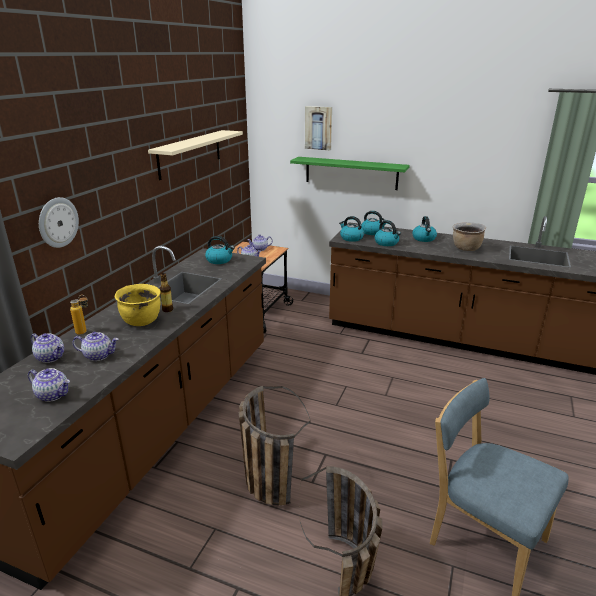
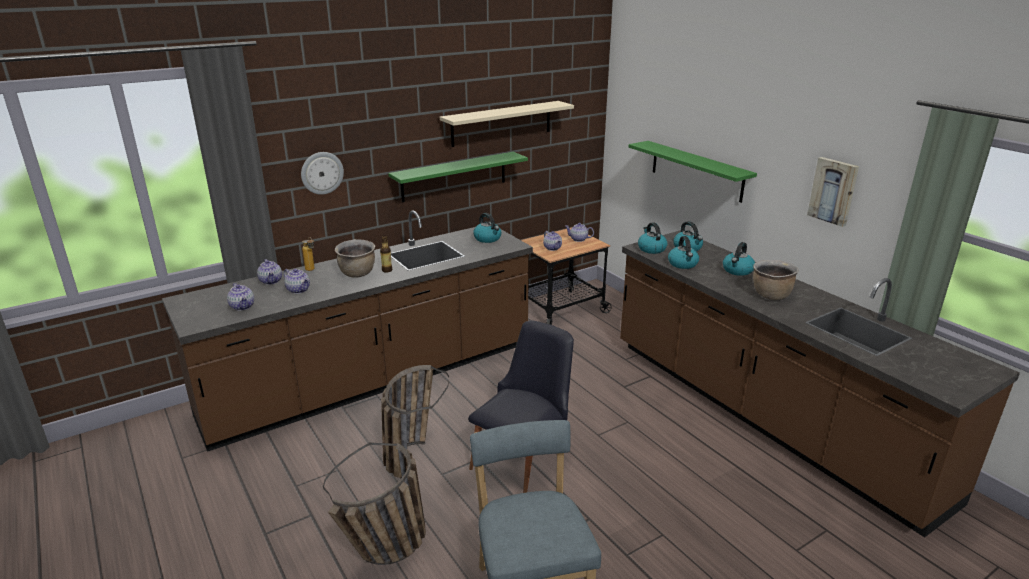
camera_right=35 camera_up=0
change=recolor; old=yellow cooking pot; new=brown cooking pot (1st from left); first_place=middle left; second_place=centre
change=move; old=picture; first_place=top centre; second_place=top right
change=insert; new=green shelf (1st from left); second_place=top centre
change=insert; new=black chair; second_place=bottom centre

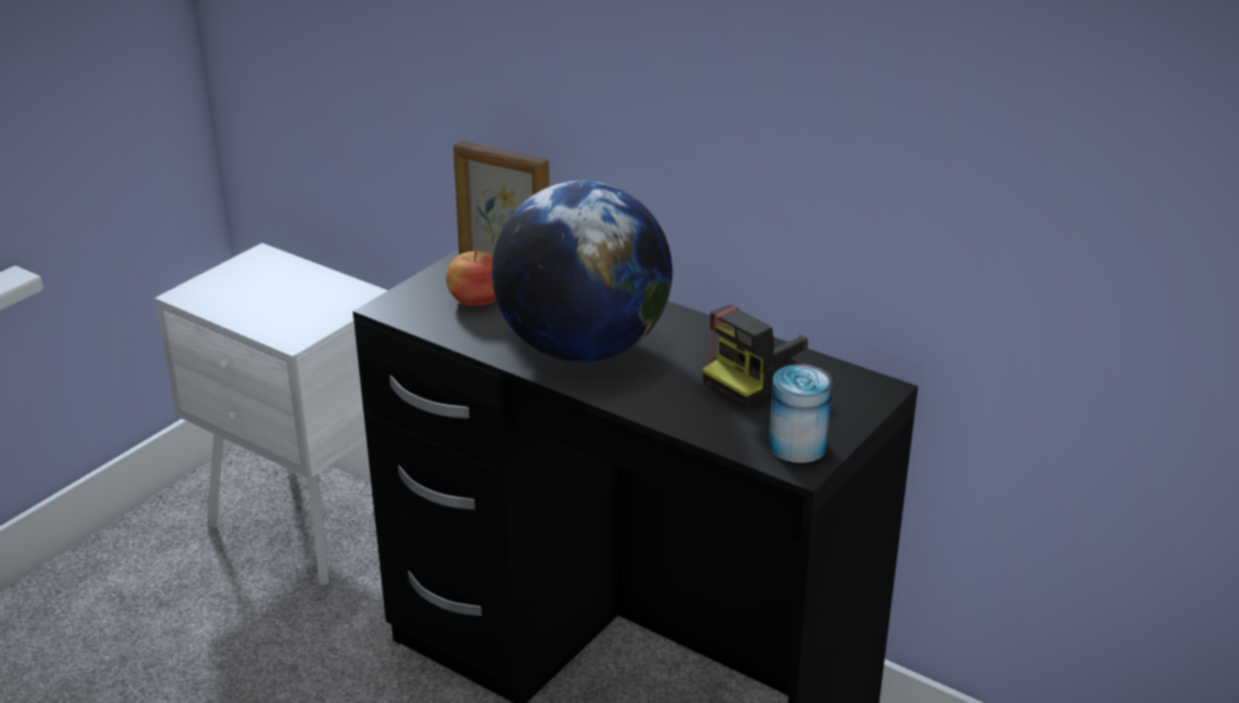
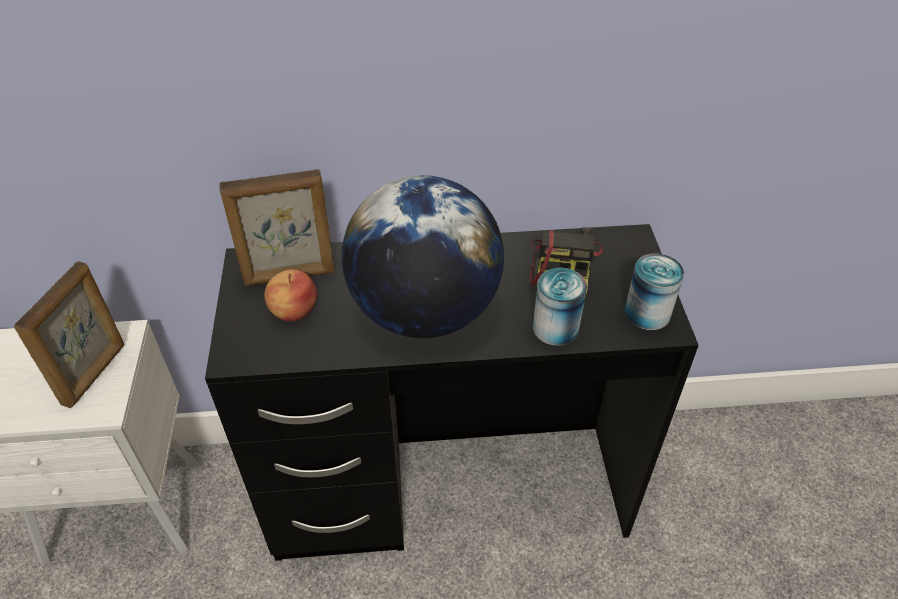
camera_right=-40 camera_up=15
change=insert; new=picture frame (1st from left); second_place=middle left
change=insert; new=can (1st from left); second_place=centre

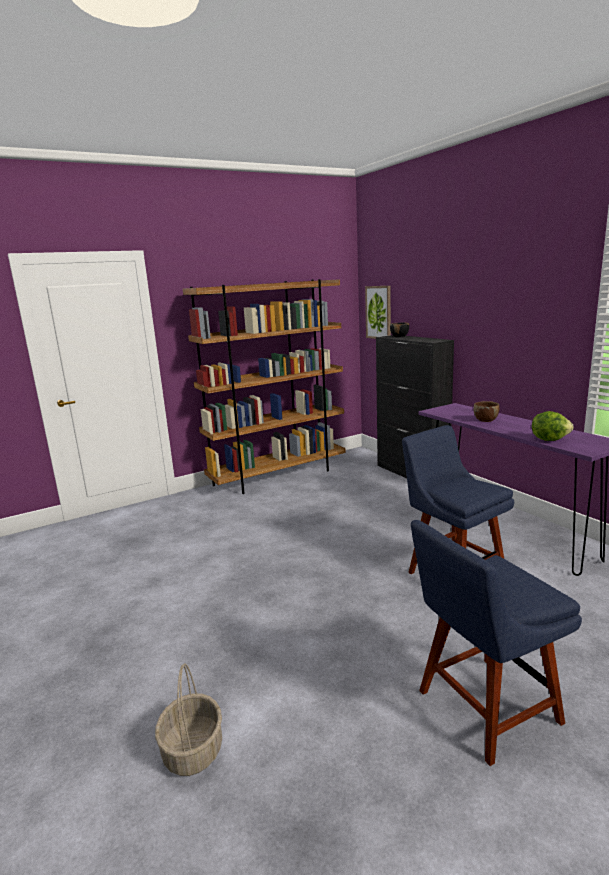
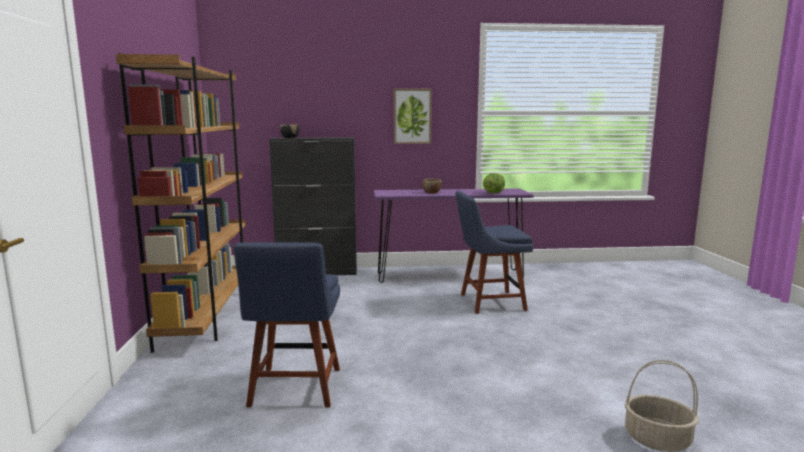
camera_right=-65 camera_up=-5
change=move; old=picture; first_place=centre; second_place=top centre
change=move; old=blue chair (2nd from left in the first image); new=blue chair (1st from left); first_place=bottom right; second_place=bottom centre

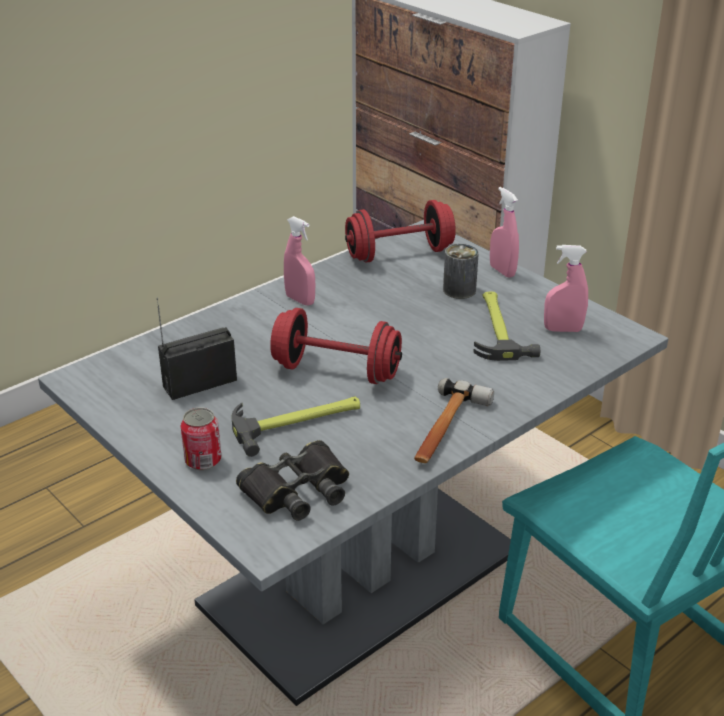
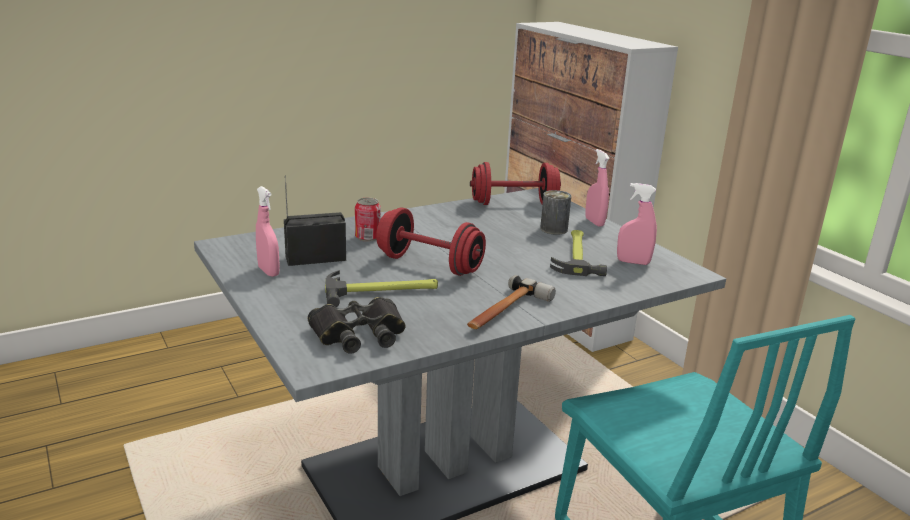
camera_right=10 camera_up=-10
change=move; old=can (1st from left); first_place=middle left; second_place=centre
change=move; old=pink spray bottle (1st from left); first_place=centre; second_place=middle left

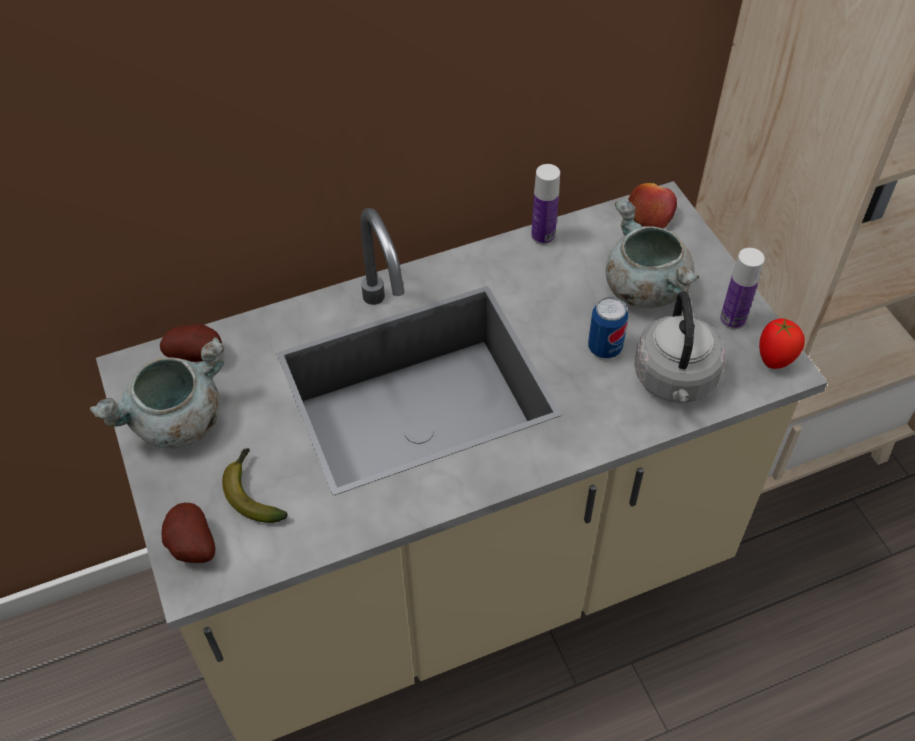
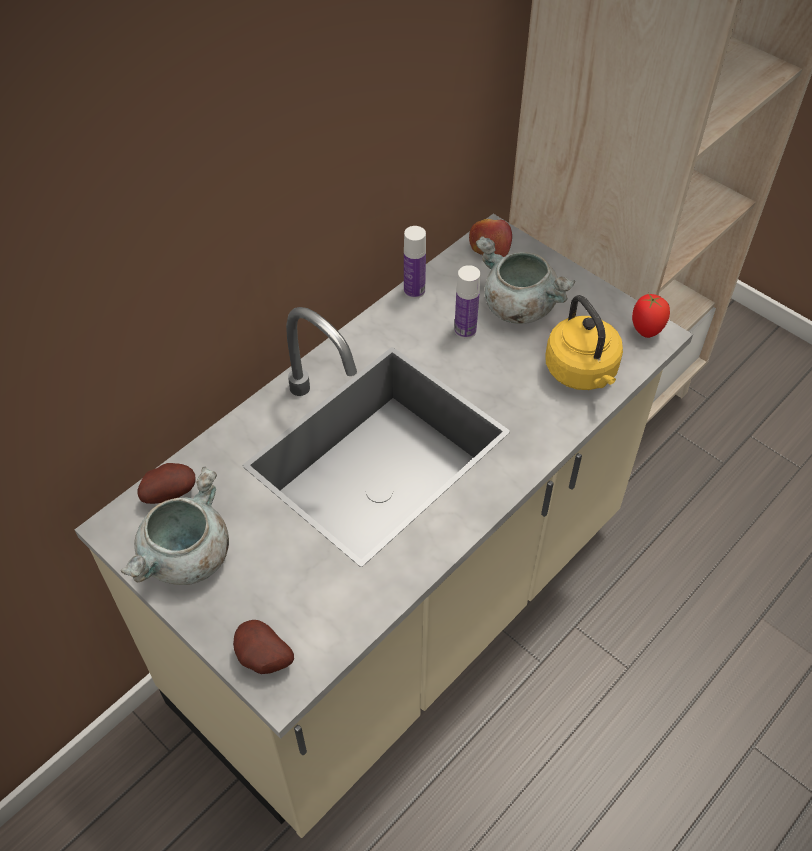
camera_right=-25 camera_up=0
change=delete; old=banana; first_place=middle left
change=delete; old=can; first_place=centre
change=recolor; old=grey kettle; new=yellow kettle; first_place=middle right; second_place=middle right
change=move; old=bottle (2nd from left); first_place=middle right; second_place=centre

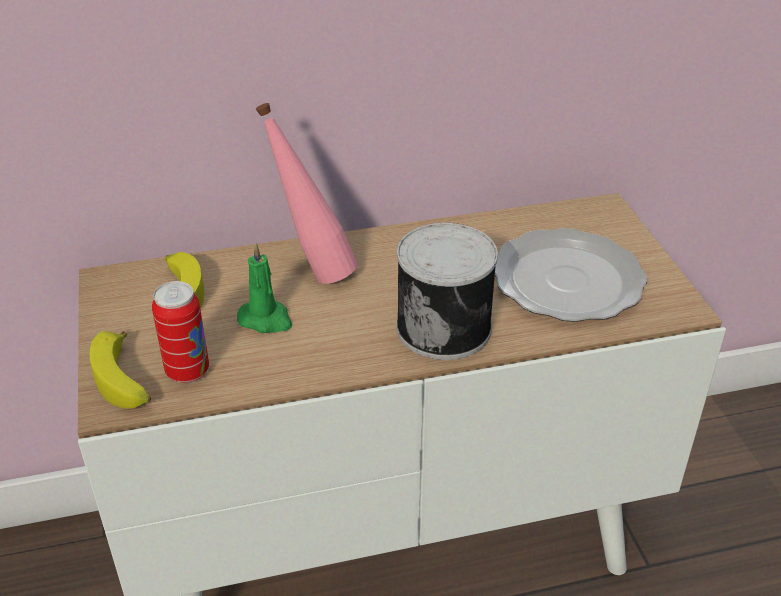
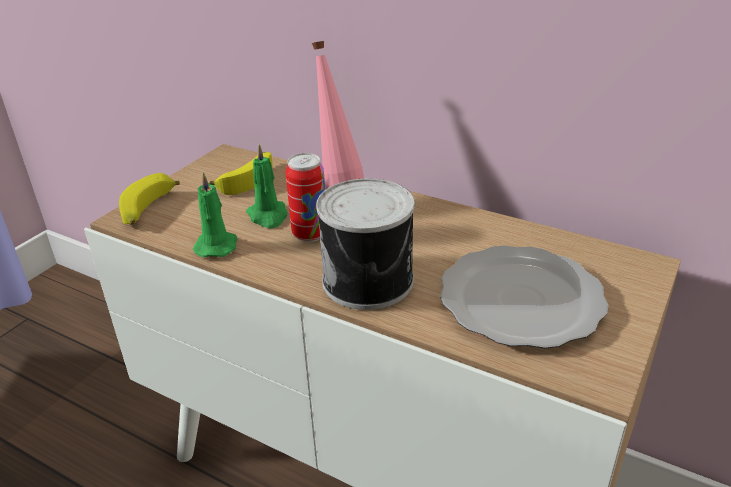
camera_right=45 camera_up=-5
change=move; old=can (1st from left); first_place=middle left; second_place=centre
change=insert; new=green candle (1st from left); second_place=middle left

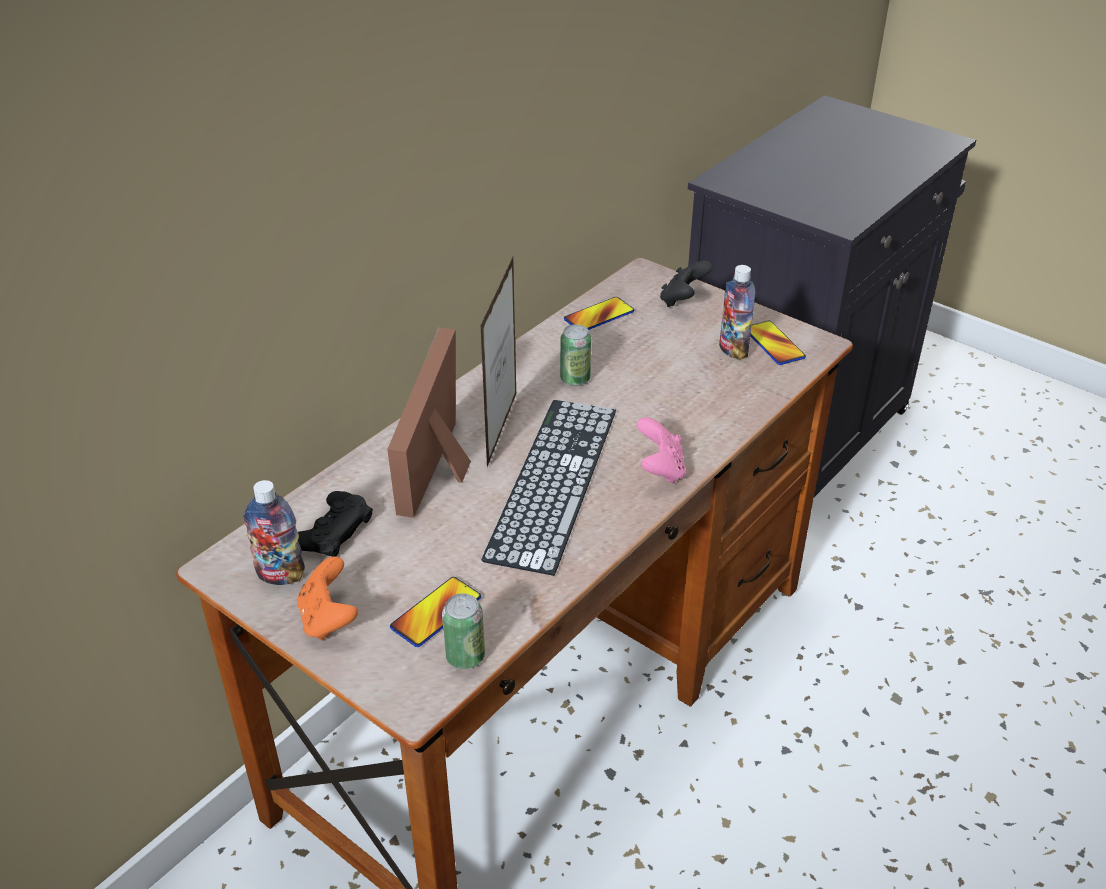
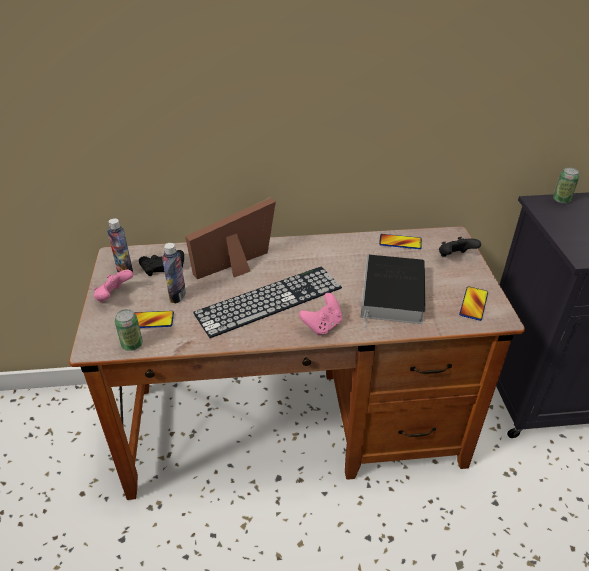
camera_right=45 camera_up=0
change=recolor; old=orange game controller; new=pink game controller (1st from left); first_place=bottom left; second_place=middle left
change=delete; old=picture frame (2nd from left); first_place=centre
change=move; old=can (2nd from left); first_place=centre; second_place=top right
change=move; old=bottle (2nd from left); first_place=centre; second_place=middle left
change=insert; new=book; second_place=middle right

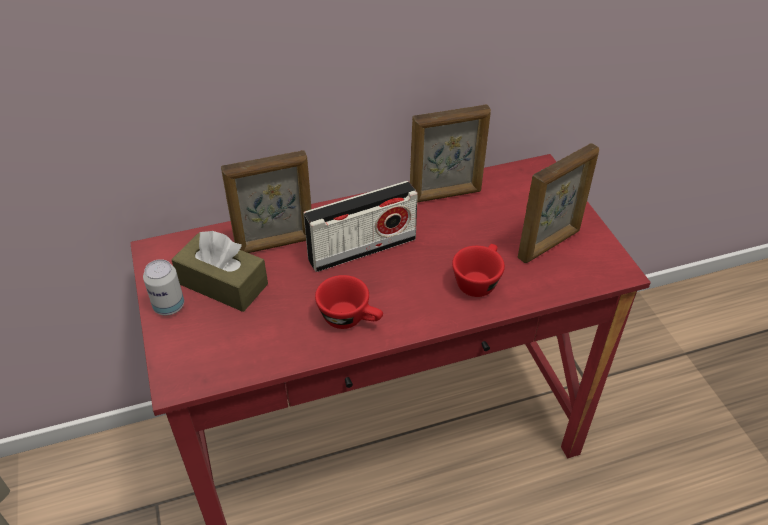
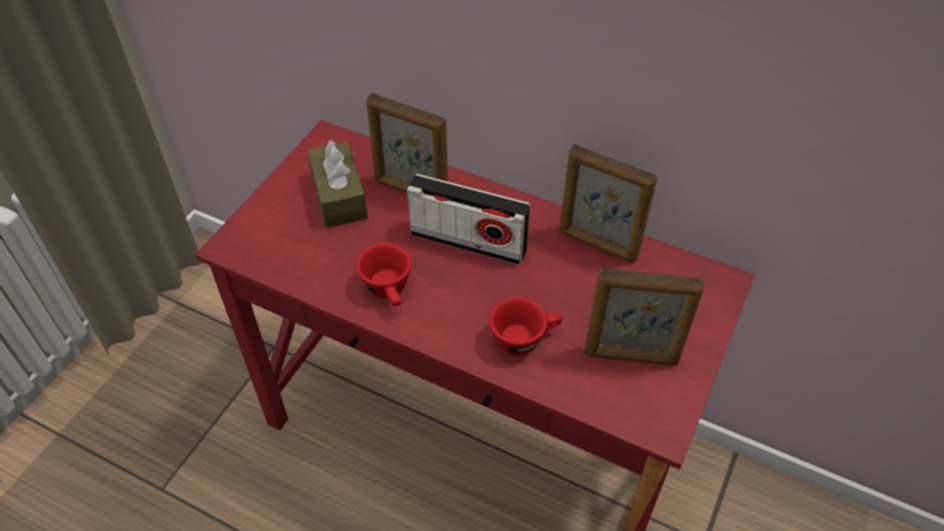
camera_right=45 camera_up=5
change=delete; old=can; first_place=middle left

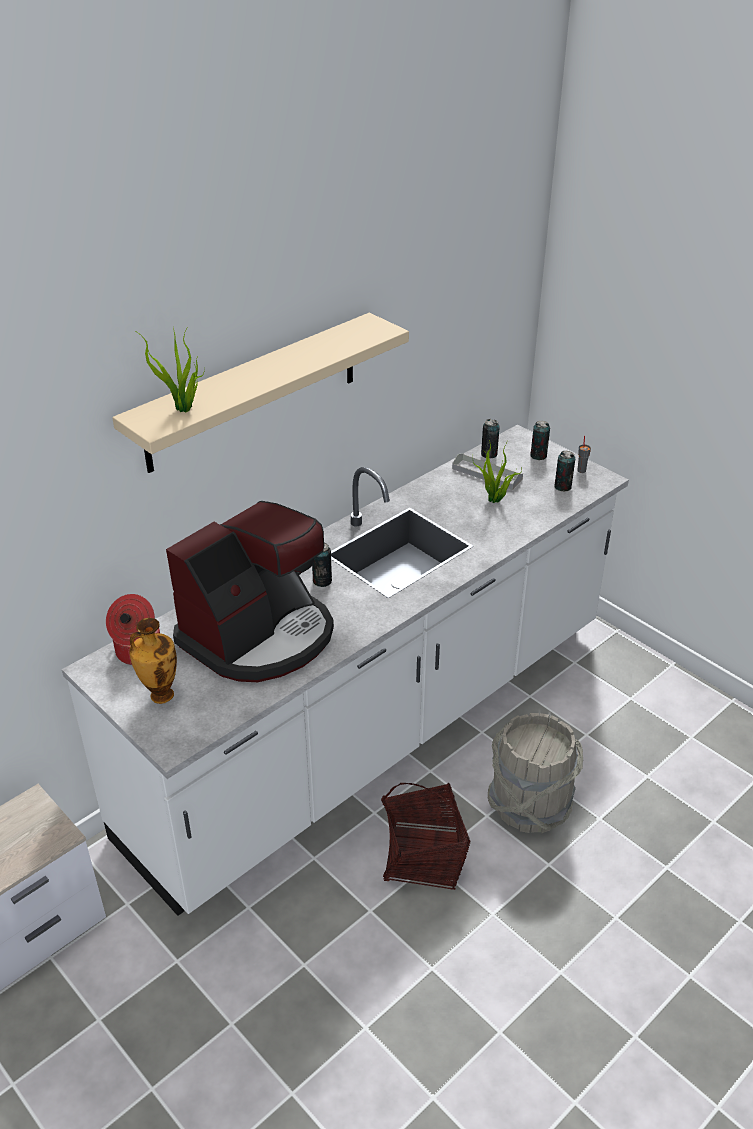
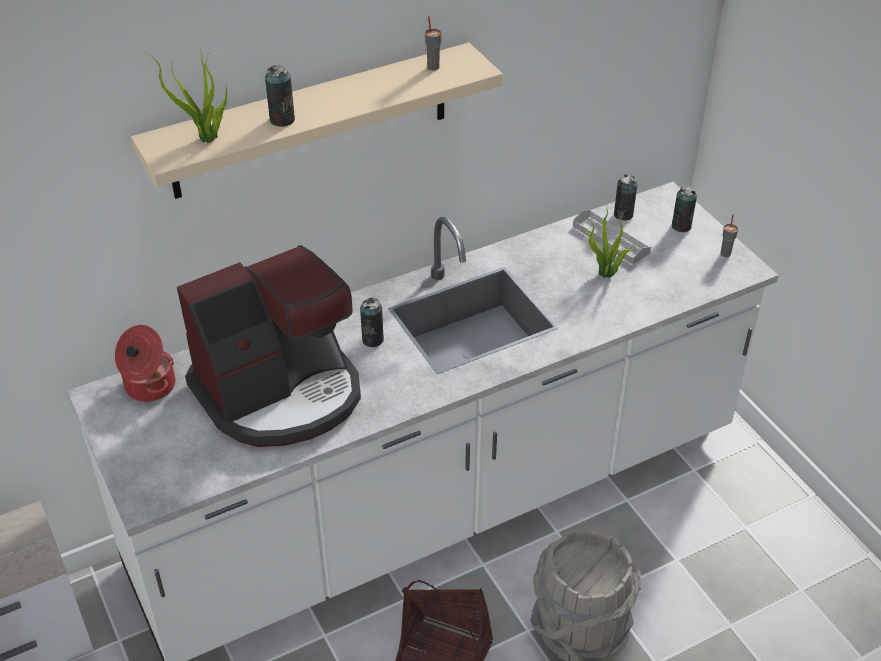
camera_right=15 camera_up=5
change=delete; old=vase; first_place=middle left
change=move; old=can (4th from left in the first image); new=can (1st from left); first_place=middle right; second_place=top left
change=insert; new=grey cup (1st from left); second_place=top centre

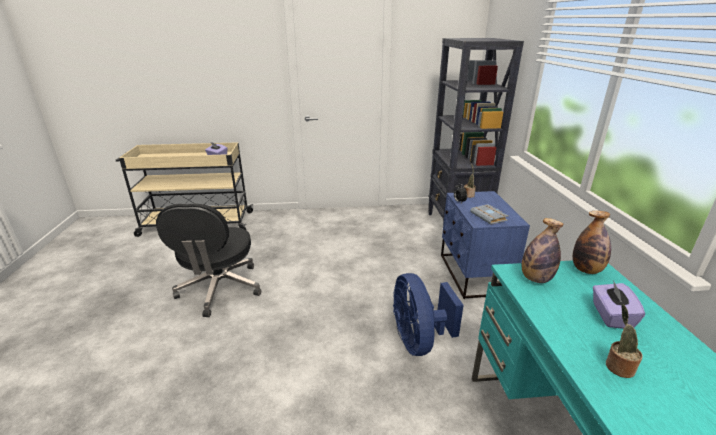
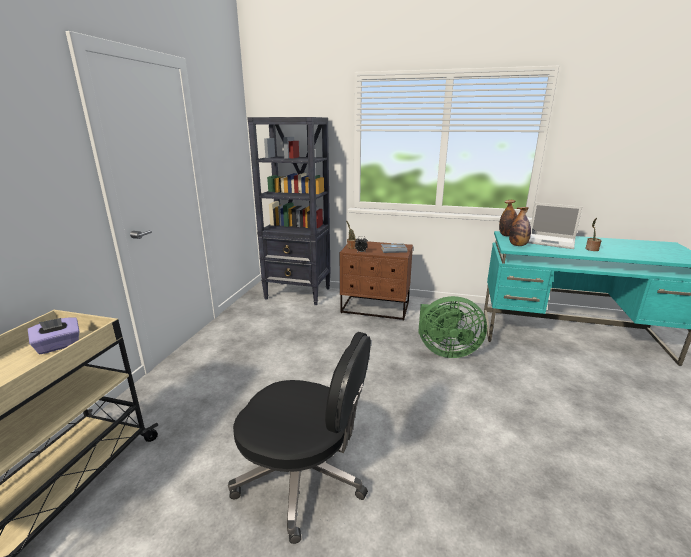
camera_right=-70 camera_up=-5
change=recolor; old=blue fan; new=green fan; first_place=bottom centre; second_place=centre
change=recolor; old=blue nightstand; new=brown nightstand; first_place=middle right; second_place=centre
change=replace; old=purple tissue box (2nd from left); new=laptop; first_place=bottom right; second_place=middle right

